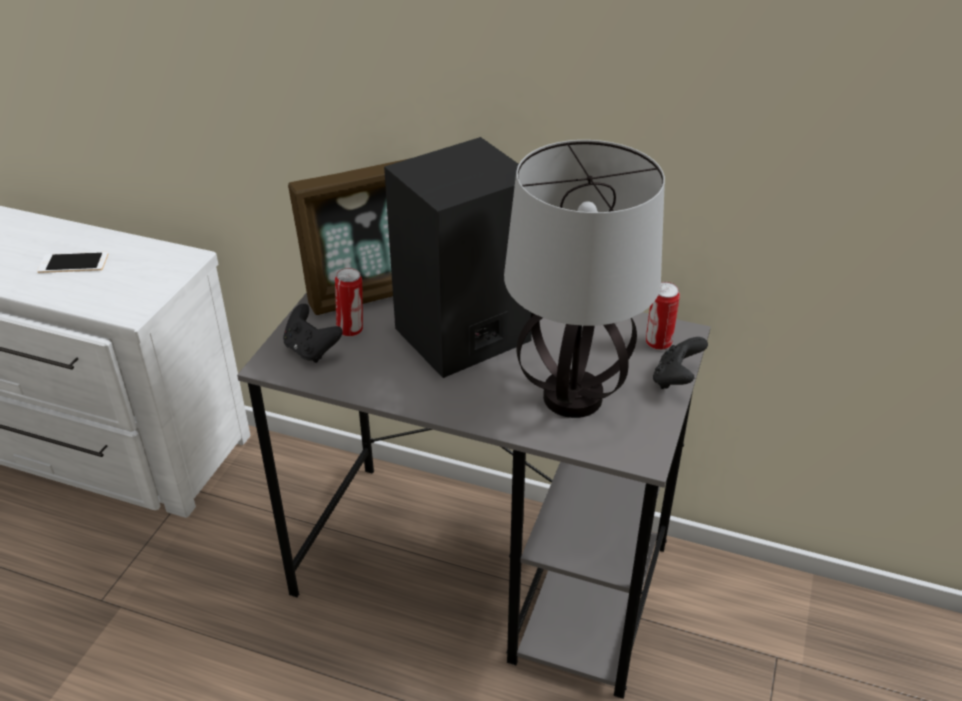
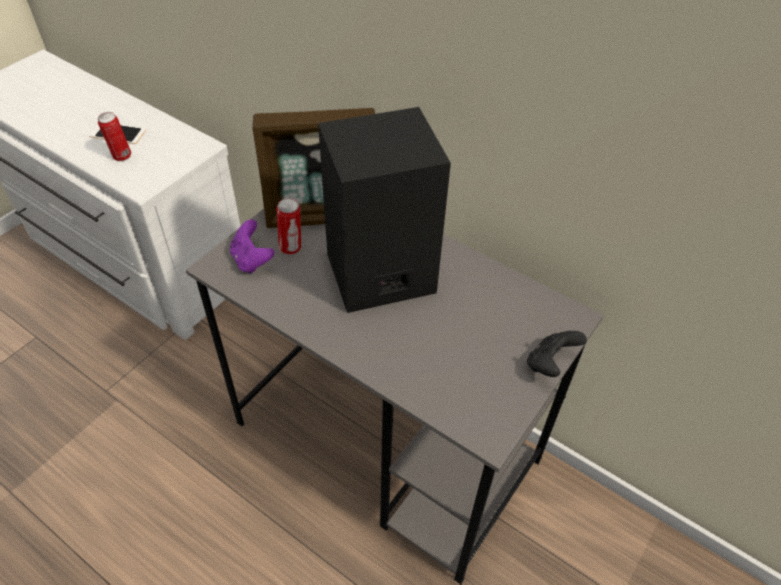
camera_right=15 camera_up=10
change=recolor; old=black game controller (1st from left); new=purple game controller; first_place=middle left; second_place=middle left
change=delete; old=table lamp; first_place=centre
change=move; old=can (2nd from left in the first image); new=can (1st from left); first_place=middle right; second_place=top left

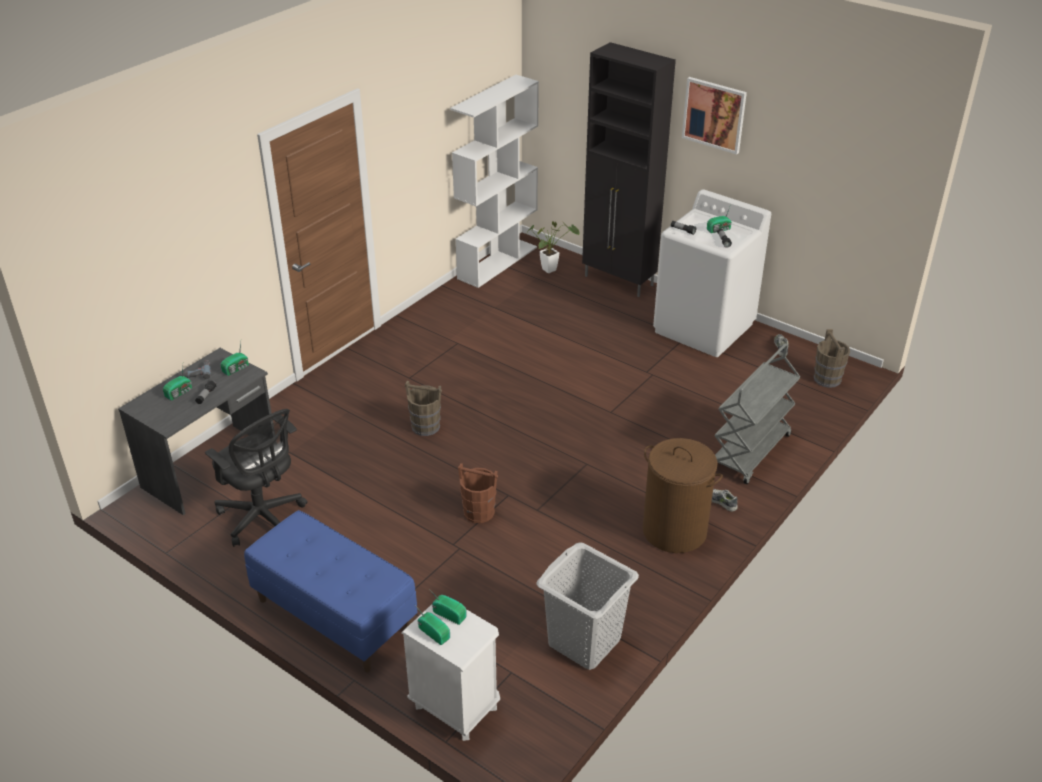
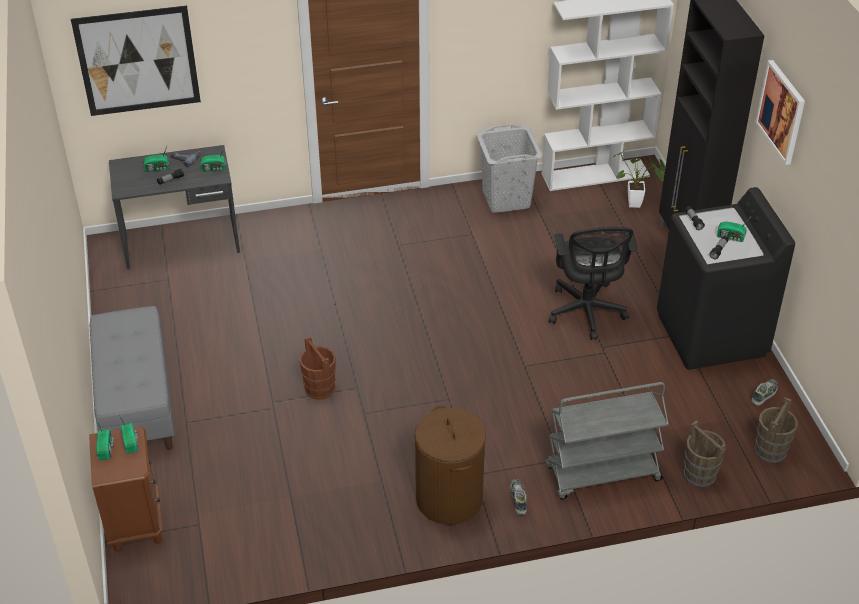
camera_right=40 camera_up=5
change=move; old=black office chair; first_place=middle left; second_place=middle right
change=recolor; old=blue bench; new=grey bench; first_place=bottom left; second_place=middle left
change=recolor; old=white nightstand; new=brown nightstand; first_place=bottom centre; second_place=bottom left
change=move; old=brown bucket (1st from left in the first image); new=brown bucket (2nd from left); first_place=centre; second_place=bottom right
change=move; old=grey laundry basket; first_place=bottom centre; second_place=top centre
change=recolor; old=white washing machine; new=black washing machine; first_place=middle right; second_place=middle right
change=insert; new=picture (1st from left); second_place=top left

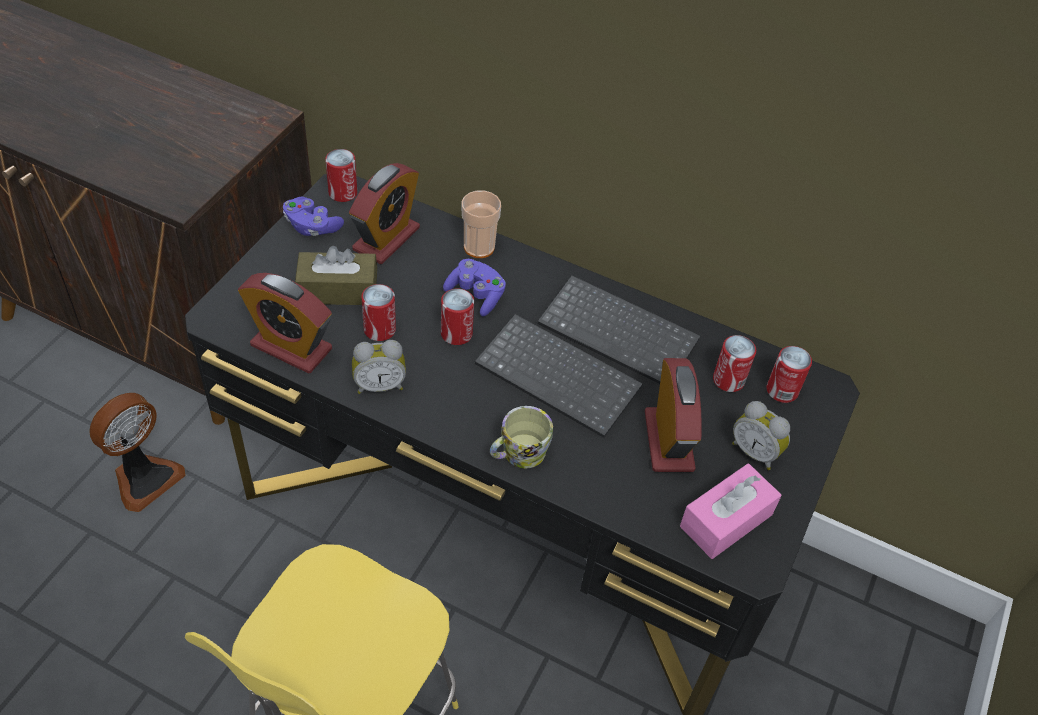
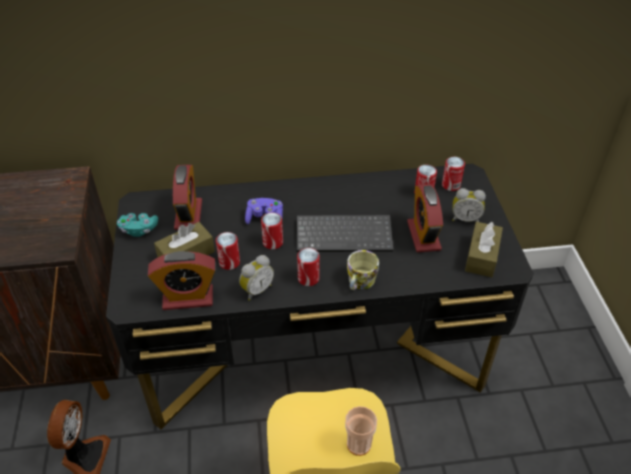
camera_right=-30 camera_up=-5
change=recolor; old=purple game controller (1st from left); new=turquoise game controller; first_place=top left; second_place=middle left
change=move; old=can (1st from left in the first image); new=can (3rd from left); first_place=top left; second_place=centre
change=move; old=cup; first_place=top centre; second_place=bottom centre
change=delete; old=keyboard (2nd from left); first_place=centre
change=rotate; old=alarm clock (4th from left); first_place=centre; second_place=middle right; degrees=-150
change=recolor; old=pink tissue box; new=brown tissue box (2nd from left); first_place=bottom right; second_place=middle right

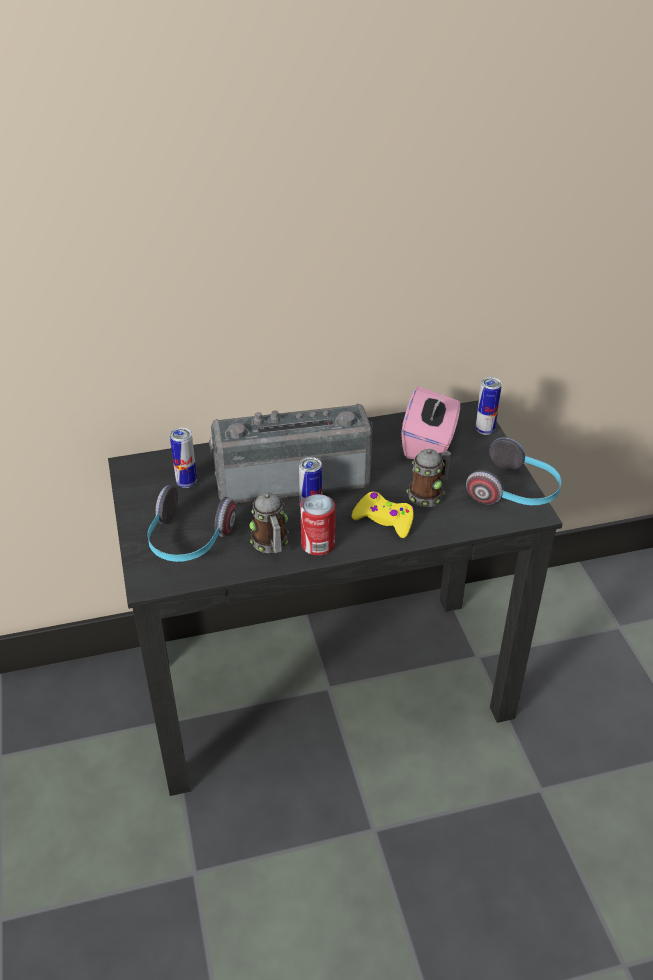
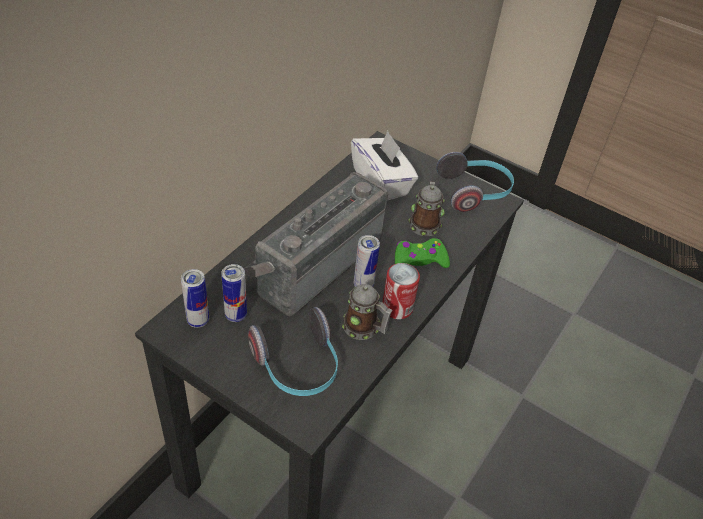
camera_right=-45 camera_up=5
change=recolor; old=yellow game controller; new=green game controller; first_place=centre; second_place=centre
change=recolor; old=pink tissue box; new=white tissue box; first_place=centre; second_place=top centre
change=move; old=can (4th from left in the first image); new=can (1st from left); first_place=middle right; second_place=middle left

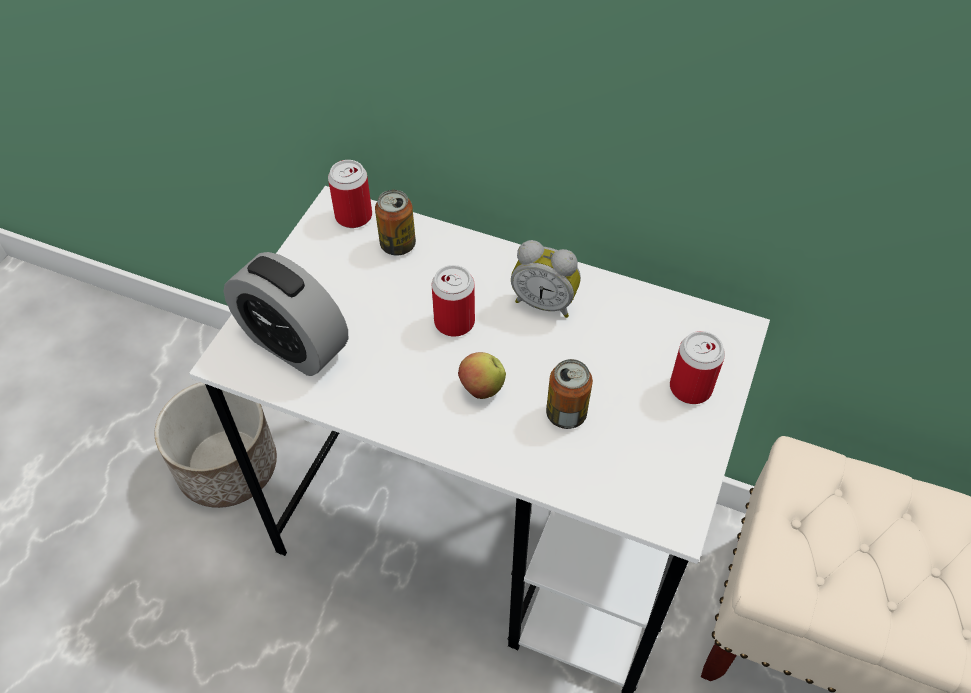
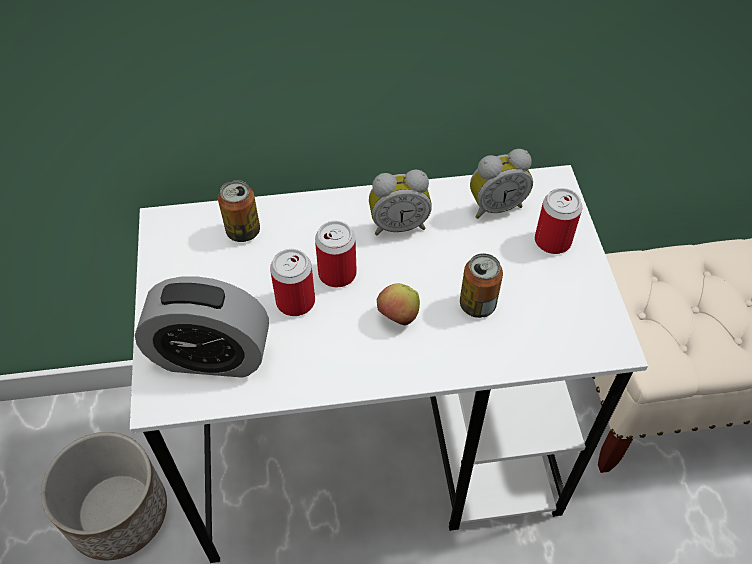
camera_right=-30 camera_up=0
change=move; old=can (1st from left in the first image); new=can (2nd from left); first_place=top centre; second_place=centre
change=insert; new=alarm clock (3rd from left); second_place=top centre

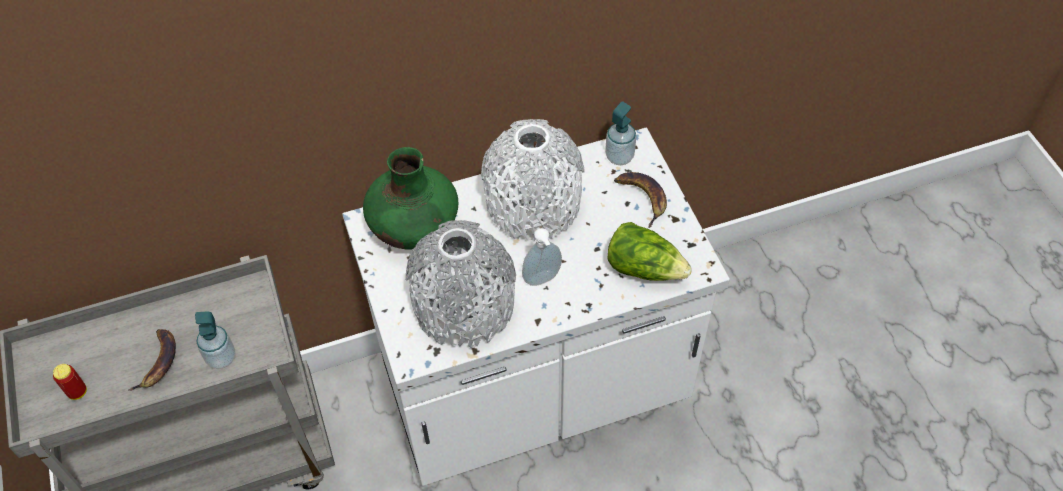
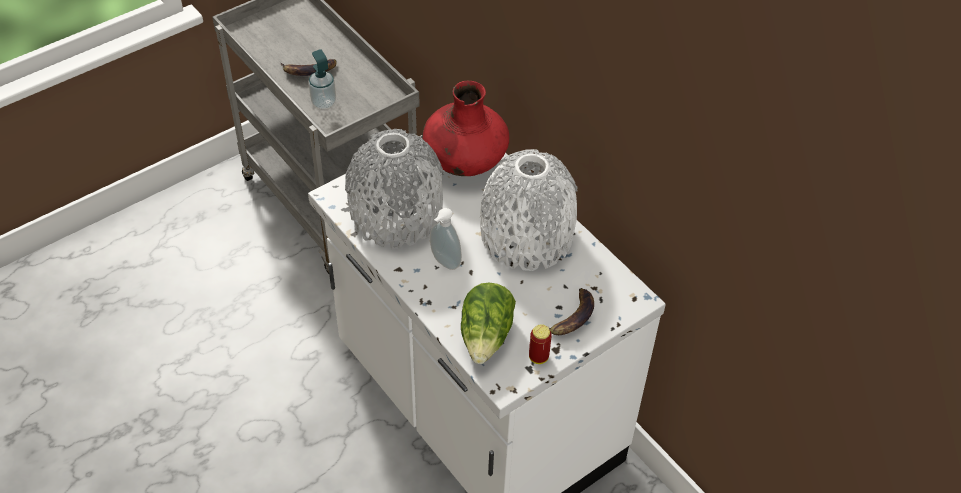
camera_right=70 camera_up=-5
change=move; old=can; first_place=bottom left; second_place=bottom centre
change=recolor; old=green vase; new=red vase; first_place=centre; second_place=top centre
change=delete; old=soap dispenser (3rd from left); first_place=top centre

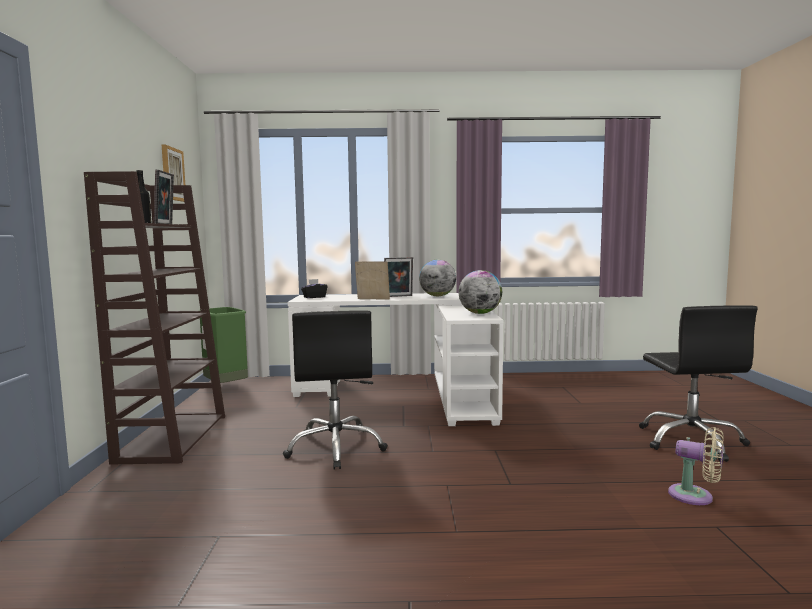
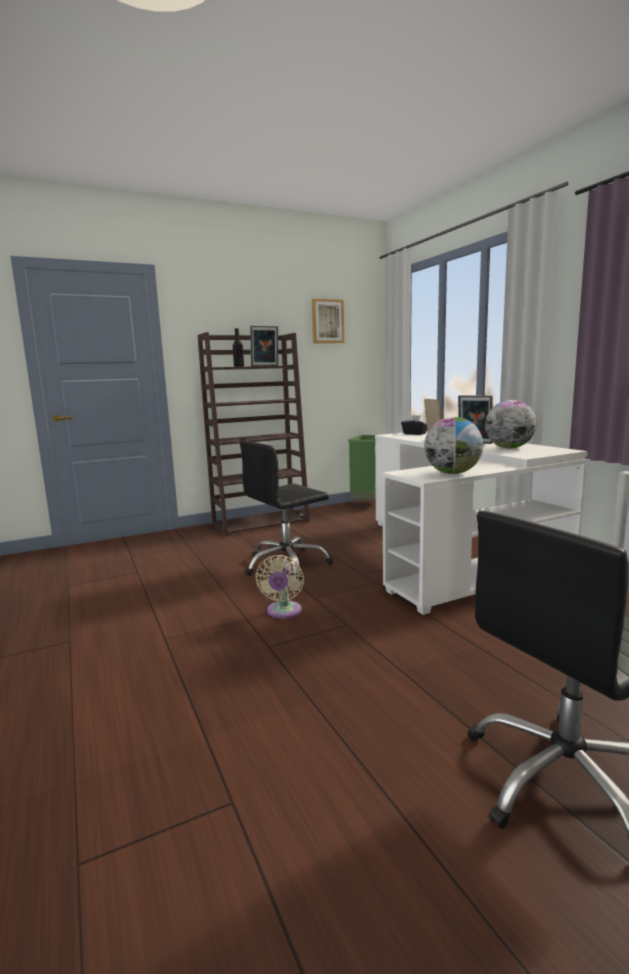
camera_right=65 camera_up=5
change=move; old=beige fan; first_place=bottom right; second_place=centre

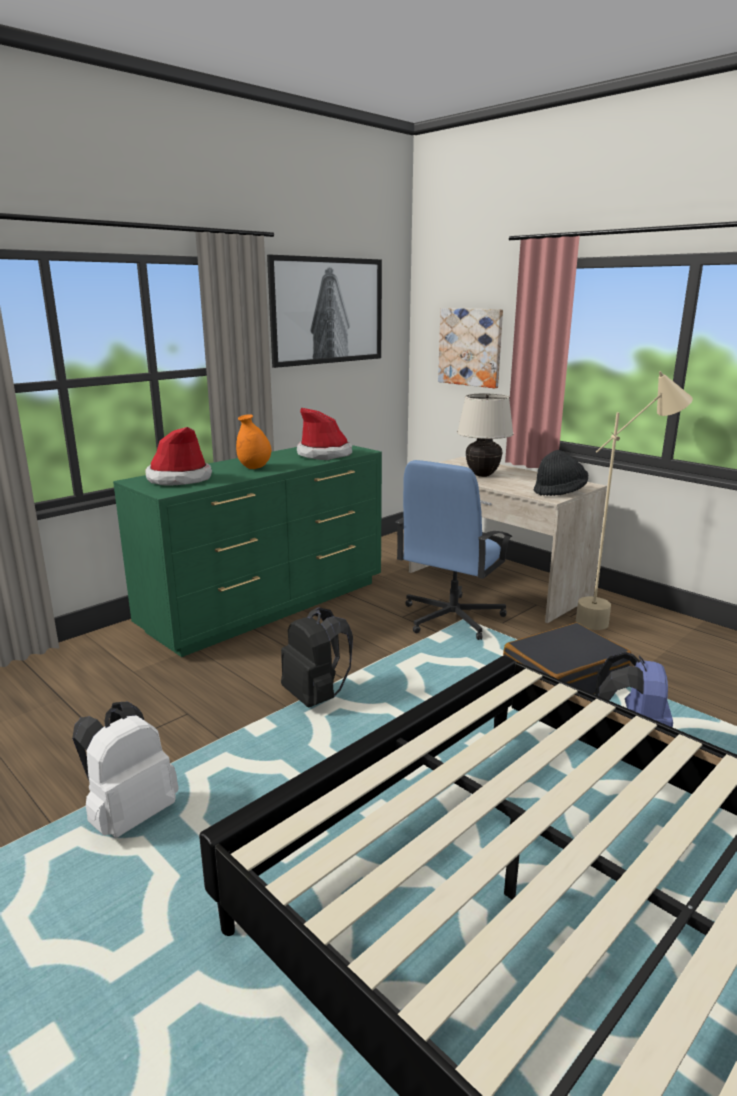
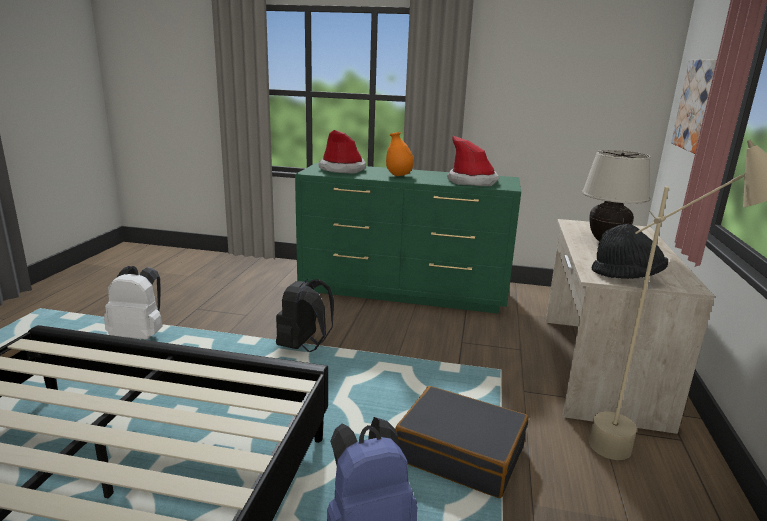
camera_right=55 camera_up=0
change=delete; old=picture (1st from left); first_place=top centre
change=delete; old=blue office chair; first_place=centre

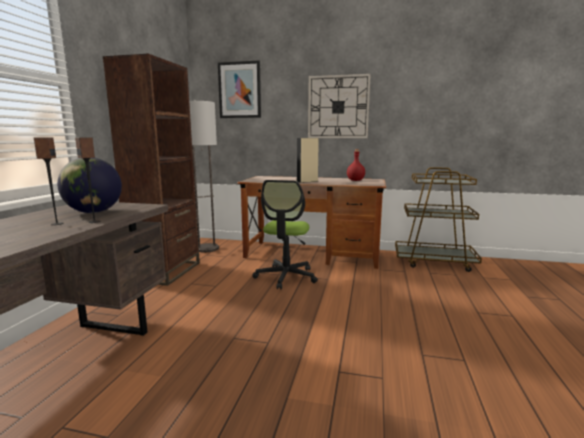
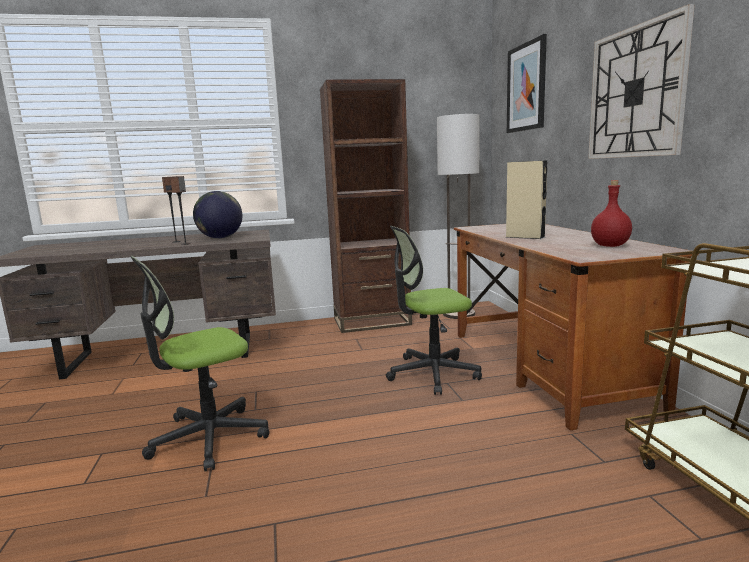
camera_right=65 camera_up=0
change=insert; new=office chair (1st from left); second_place=middle left

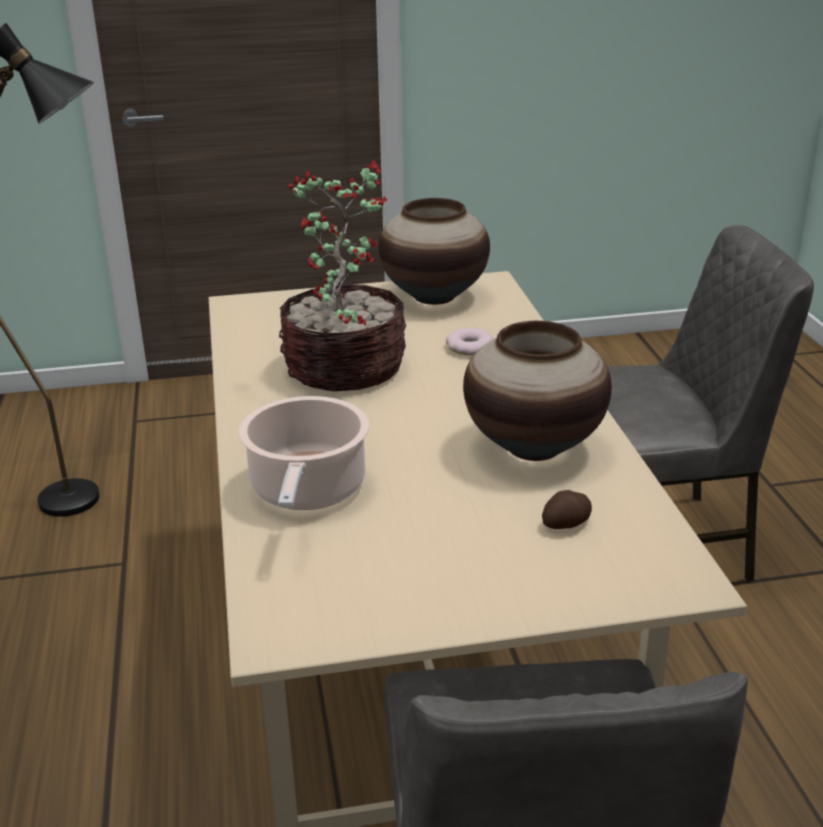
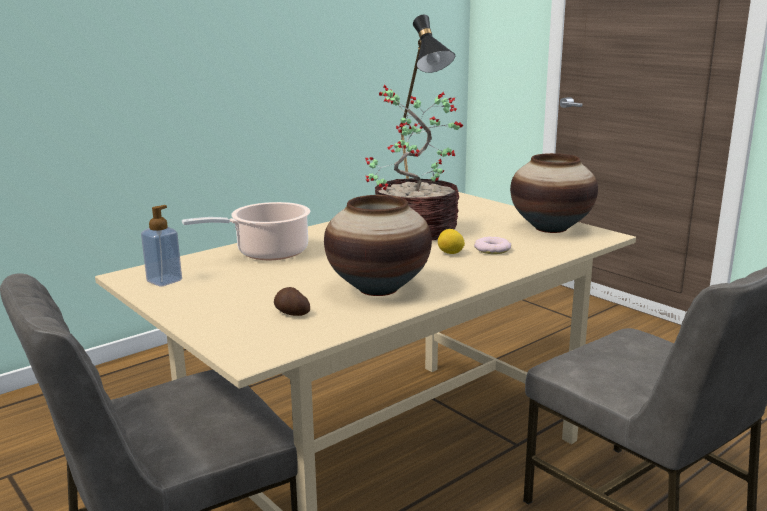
camera_right=60 camera_up=-10
change=insert; new=soap dispenser; second_place=middle left
change=insert; new=lemon; second_place=centre

